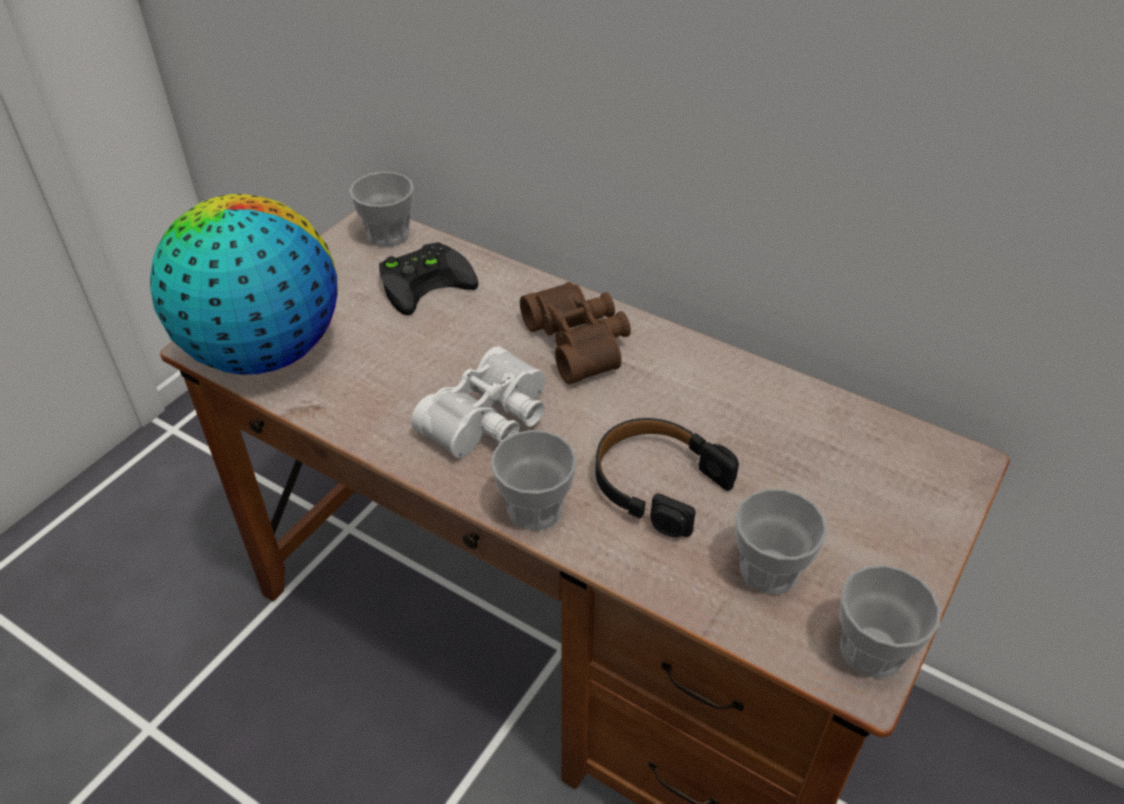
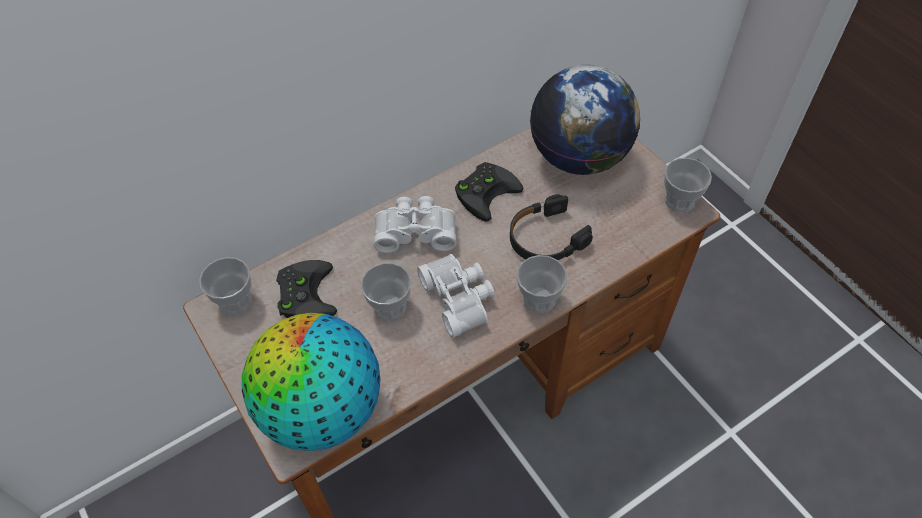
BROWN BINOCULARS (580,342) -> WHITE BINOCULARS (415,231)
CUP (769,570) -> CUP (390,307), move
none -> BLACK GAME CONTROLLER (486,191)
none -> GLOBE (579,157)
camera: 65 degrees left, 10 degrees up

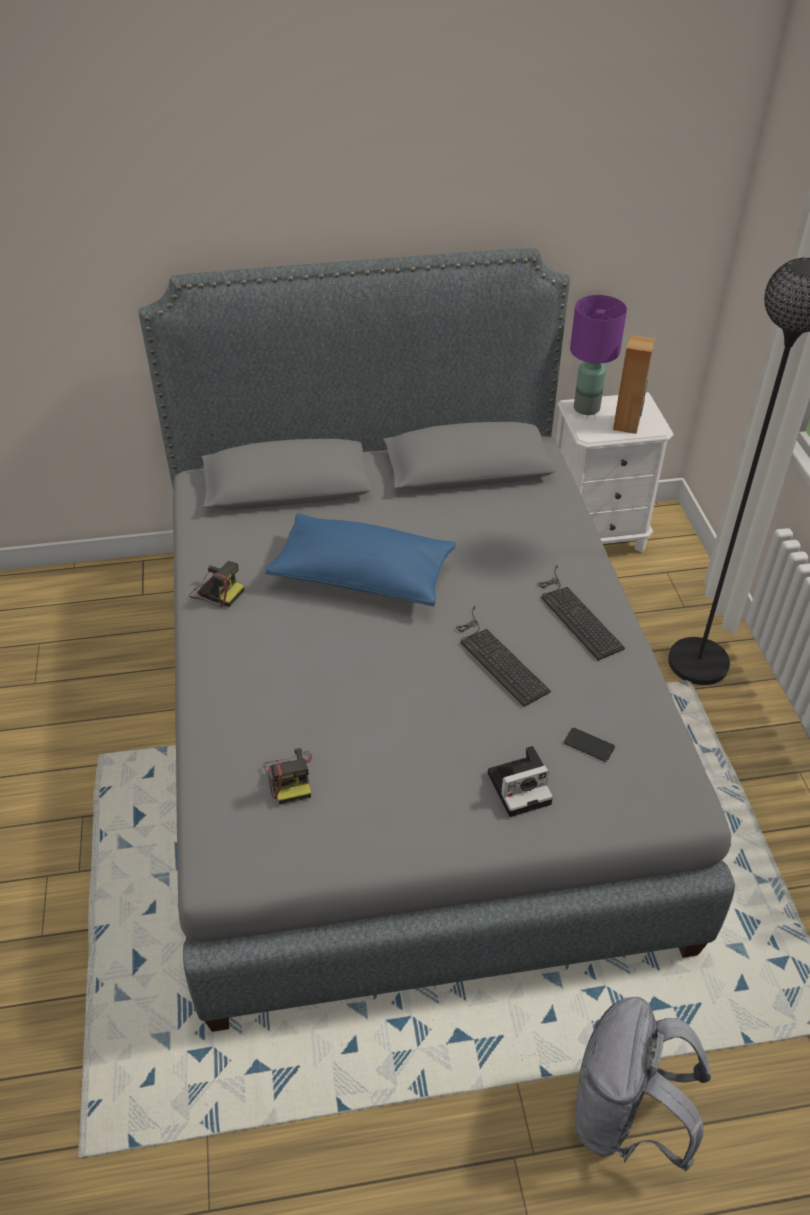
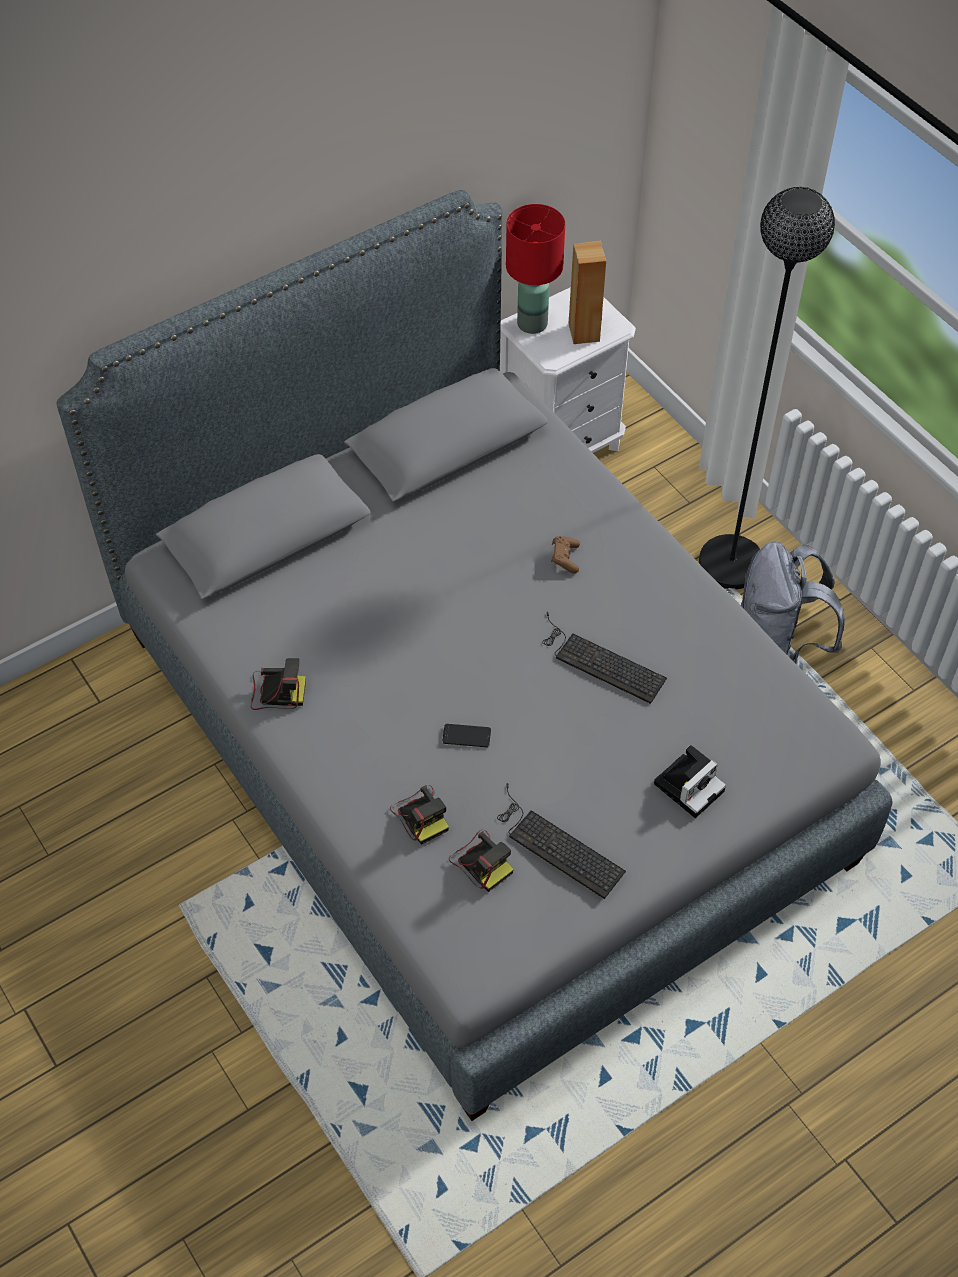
BLUE PILLOW (363,577) -> none
KEYBOARD (576,614) -> KEYBOARD (555,844), move
PHONE (589,745) -> PHONE (466,736), move
PURPLE TABLE LAMP (586,408) -> RED TABLE LAMP (532,323)
GREY BACKPACK (625,1117) -> GREY BACKPACK (777,646), move
none -> PHOTO CAMERA (421,815)
none -> BROWN GAME CONTROLLER (565,558)
camera: 25 degrees left, 10 degrees up

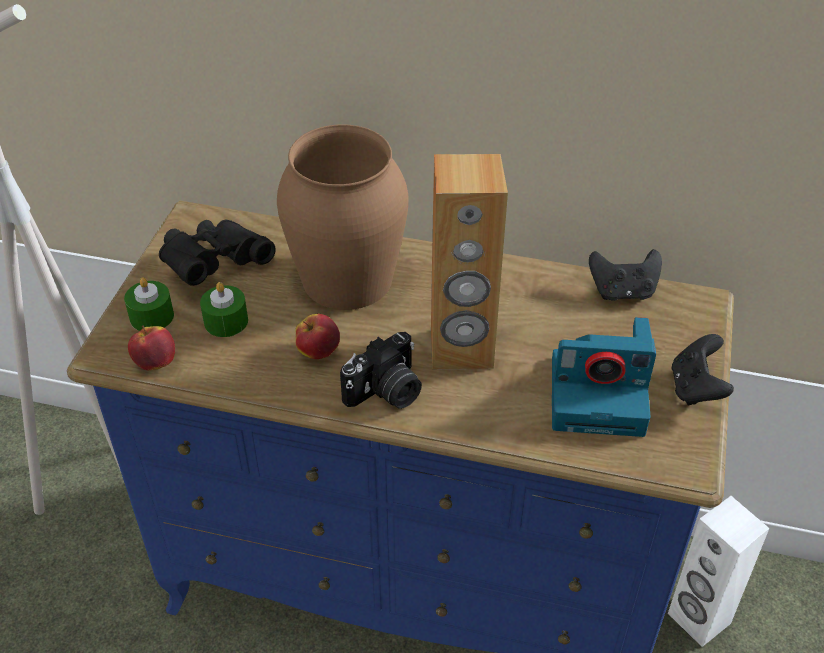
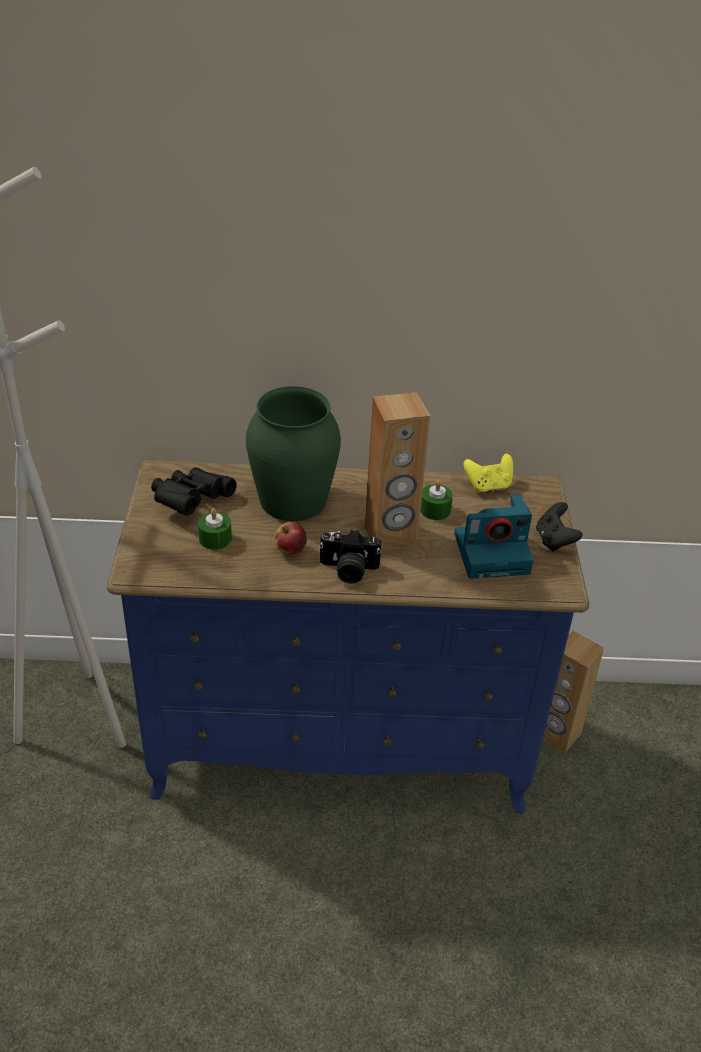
GREEN CANDLE (152,316) -> GREEN CANDLE (435,510), move
APPLE (155,363) -> none
BROWN VASE (347,277) -> GREEN VASE (292,499)
PHOTO CAMERA (386,392) -> PHOTO CAMERA (348,570), 60 degrees clockwise
BLACK GAME CONTROLLER (622,291) -> YELLOW GAME CONTROLLER (488,486)
WHITE SPEAKER (698,619) -> BROWN SPEAKER (557,735)
camera: 15 degrees left, 5 degrees down

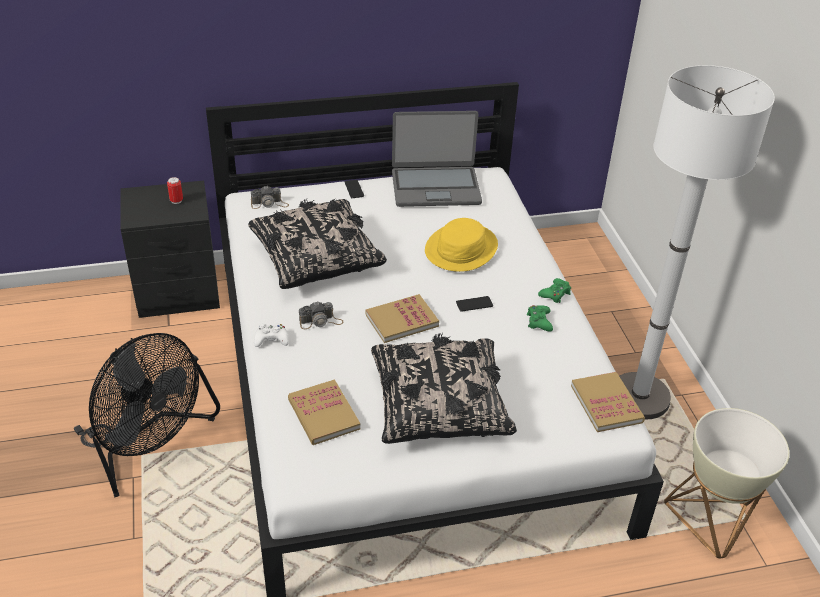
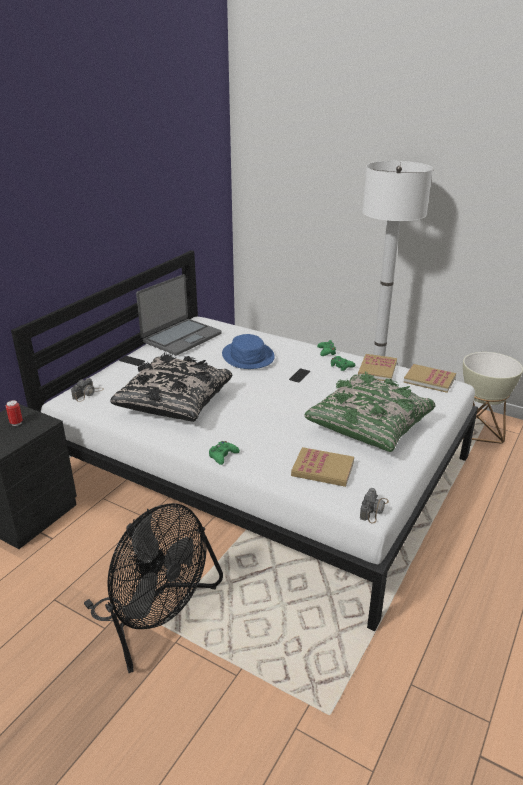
BLACK FAN (145,446) -> BLACK FAN (153,618), 45 degrees clockwise
WHITE GAME CONTROLLER (271,339) -> GREEN GAME CONTROLLER (223,456)
PHOTO CAMERA (321,321) -> PHOTO CAMERA (374,509), move
BOOK (402,320) -> BOOK (377,369), move
BLACK PILLOW (439,408) -> GREEN PILLOW (369,428)
YELLOW HAT (461,249) -> BLUE HAT (248,356)
camera: 45 degrees left, 10 degrees down

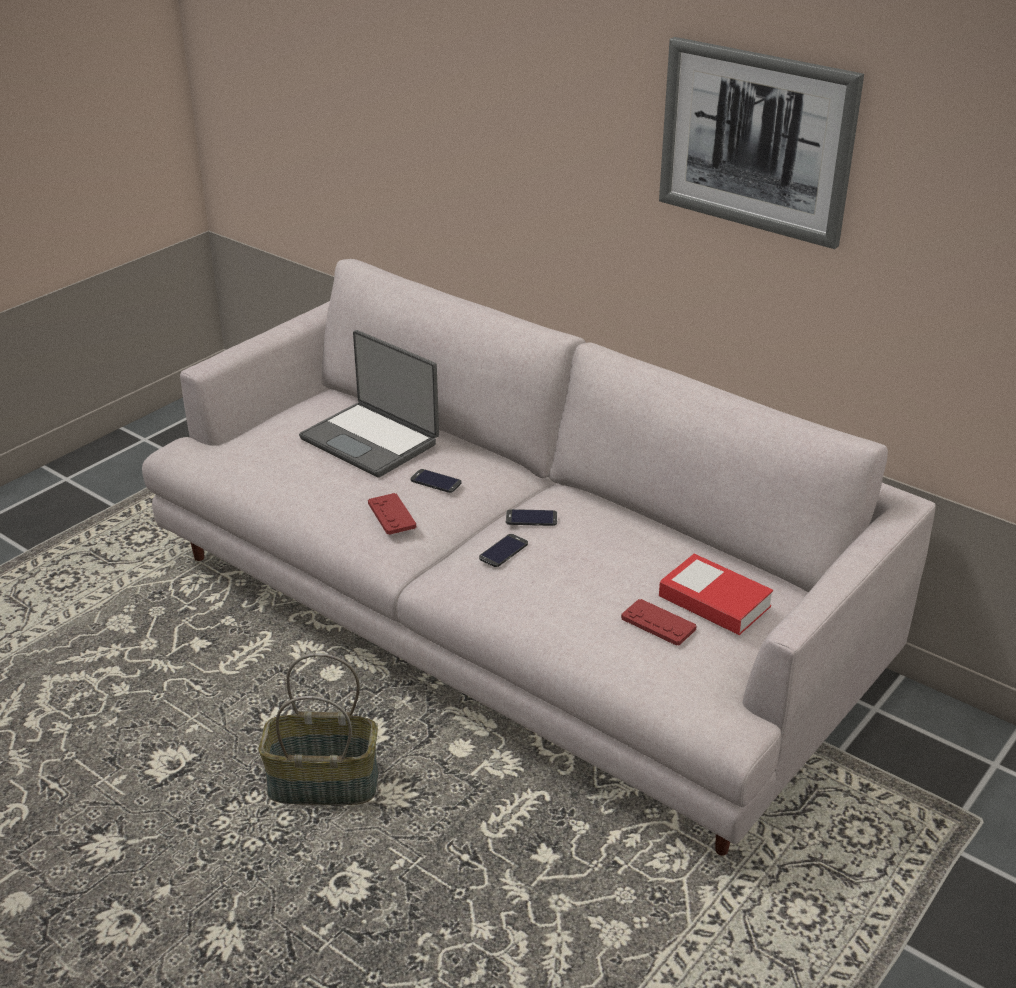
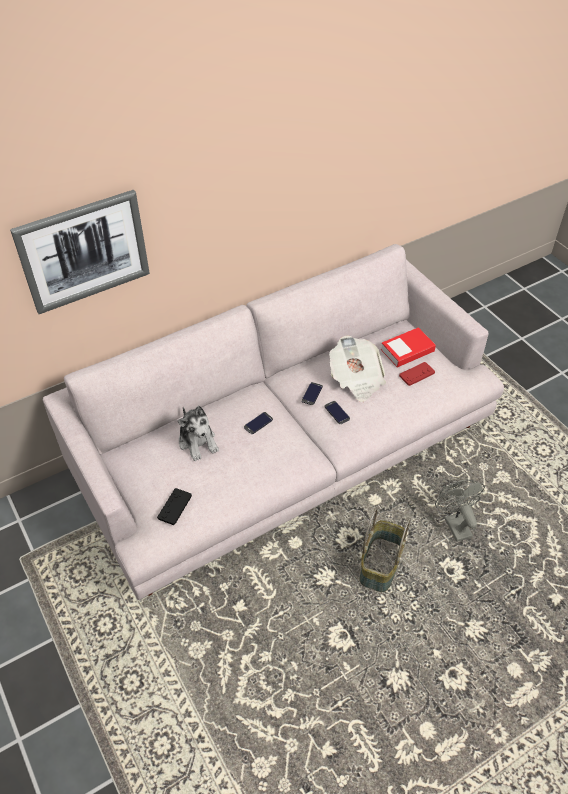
LAPTOP (371,440) -> PLUSH TOY (198,442)
RED GAME CONTROLLER (391,515) -> none
PICTURE (756,141) -> PICTURE (84,251), move
none -> BLACK GAME CONTROLLER (174,507)
none -> NEWSPAPER (356,379)
none -> GREY FAN (455,523)
camera: 70 degrees left, 15 degrees up

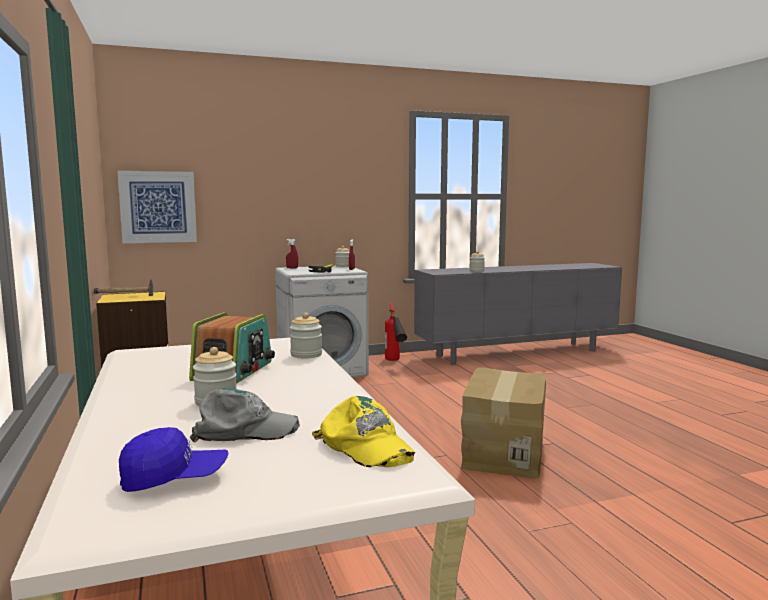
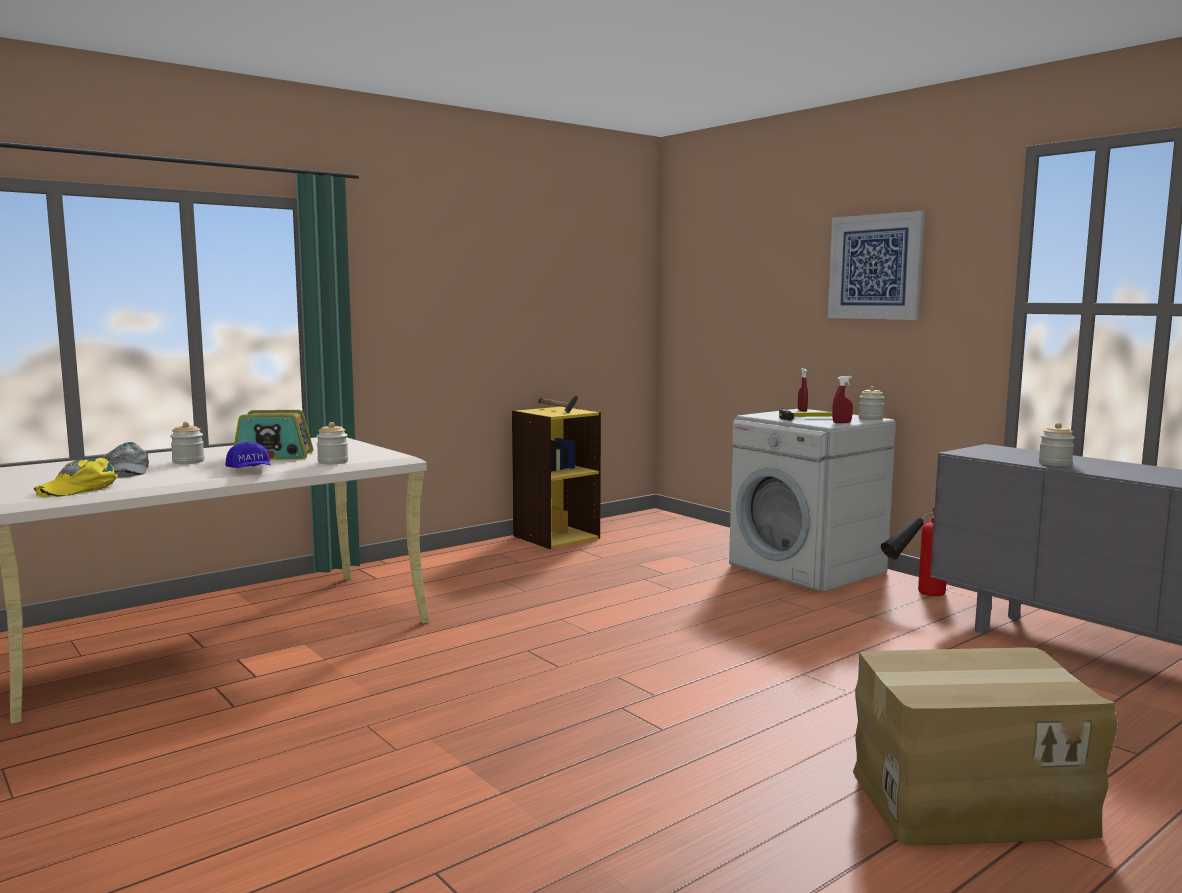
PICTURE (158,207) -> PICTURE (875,267), move
BLUE CAP (174,479) -> BLUE CAP (250,471), move
CARDBOARD BOX (502,451) -> CARDBOARD BOX (968,800), move
camera: 70 degrees right, 0 degrees up

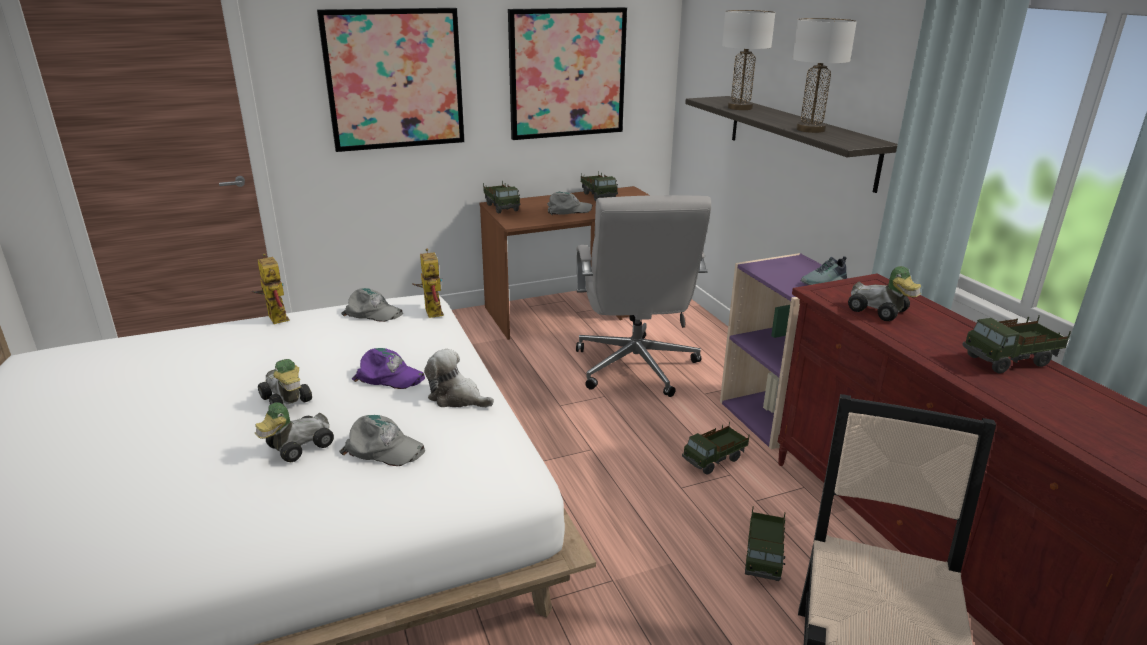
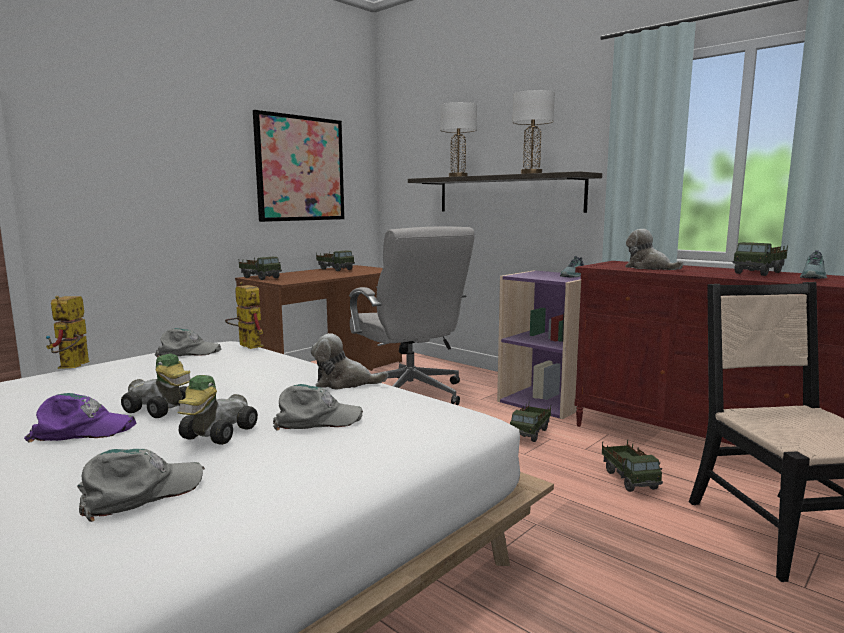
TOY ROBOT (274,316) -> TOY ROBOT (73,367), 120 degrees counterclockwise
PICTURE (394,79) -> none
PURPLE CAP (389,376) -> PURPLE CAP (83,429), move
GREY CAP (568,210) -> GREY CAP (140,491), move
TOY CAR (879,312) -> PLUSH TOY (649,268)
none -> SHOE (814,277)
camera: 25 degrees left, 15 degrees down

